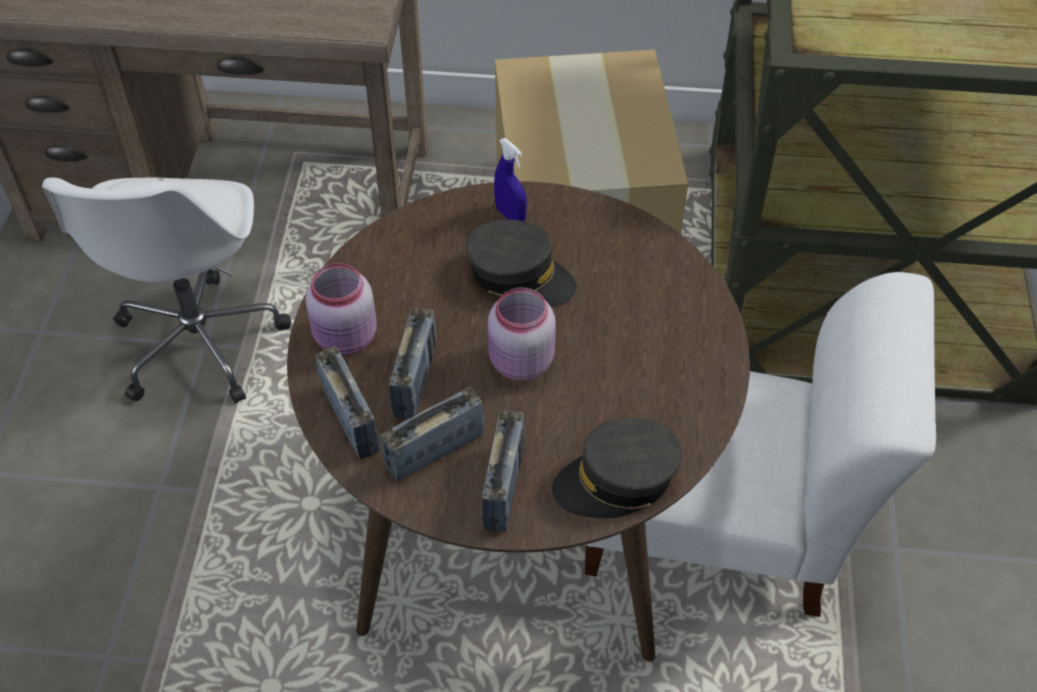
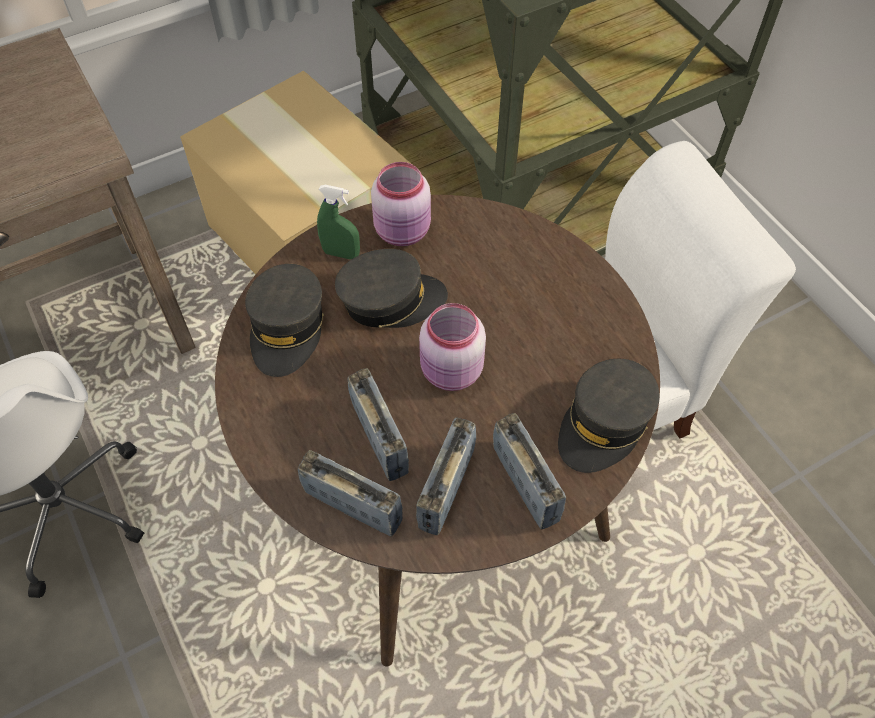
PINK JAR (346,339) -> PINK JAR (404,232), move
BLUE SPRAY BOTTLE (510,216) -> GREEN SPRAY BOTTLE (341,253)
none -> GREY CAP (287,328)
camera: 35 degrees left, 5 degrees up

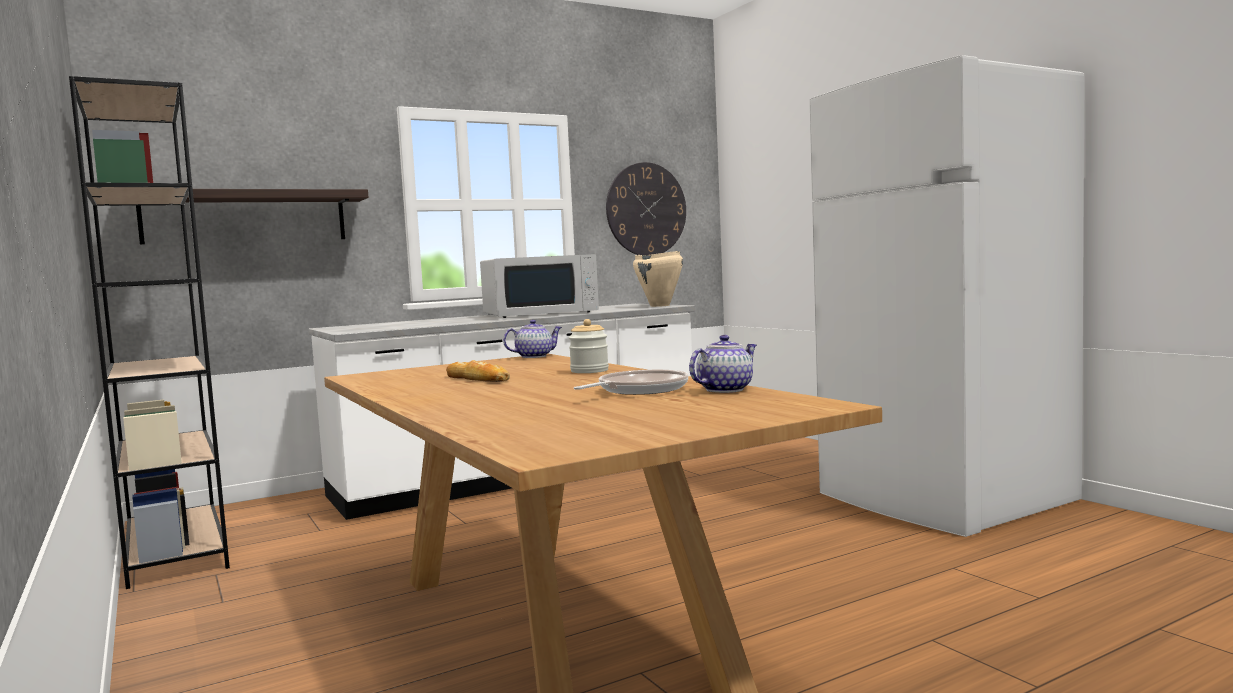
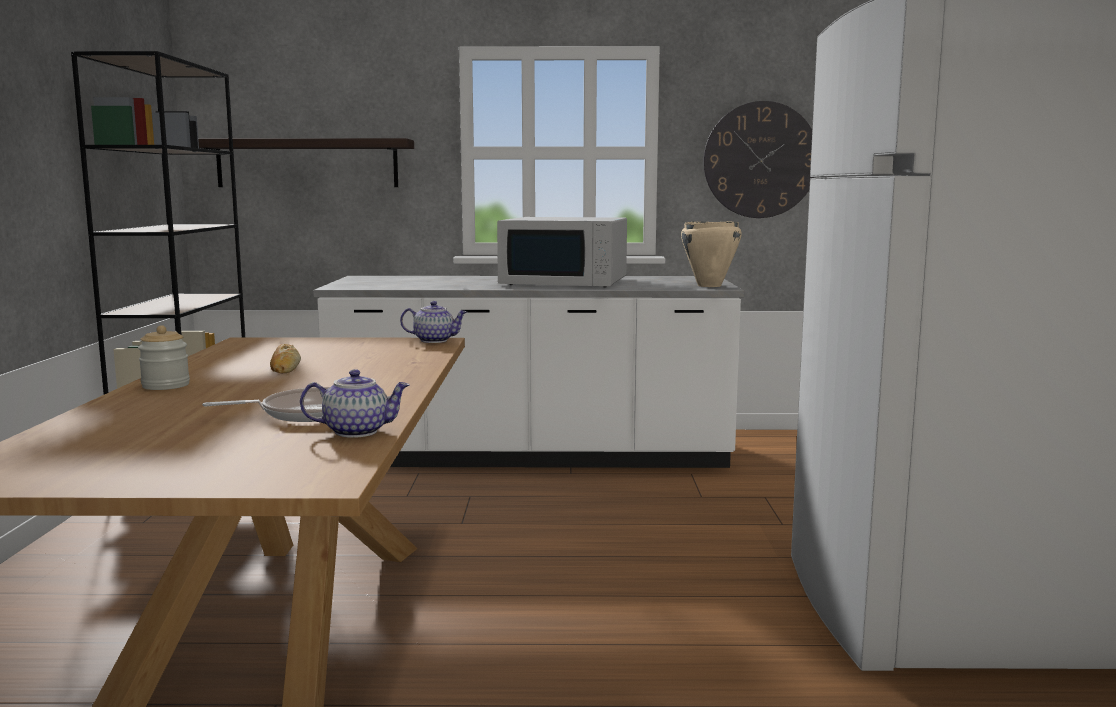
JAR (589,371) -> JAR (166,385), move
camera: 30 degrees right, 5 degrees up

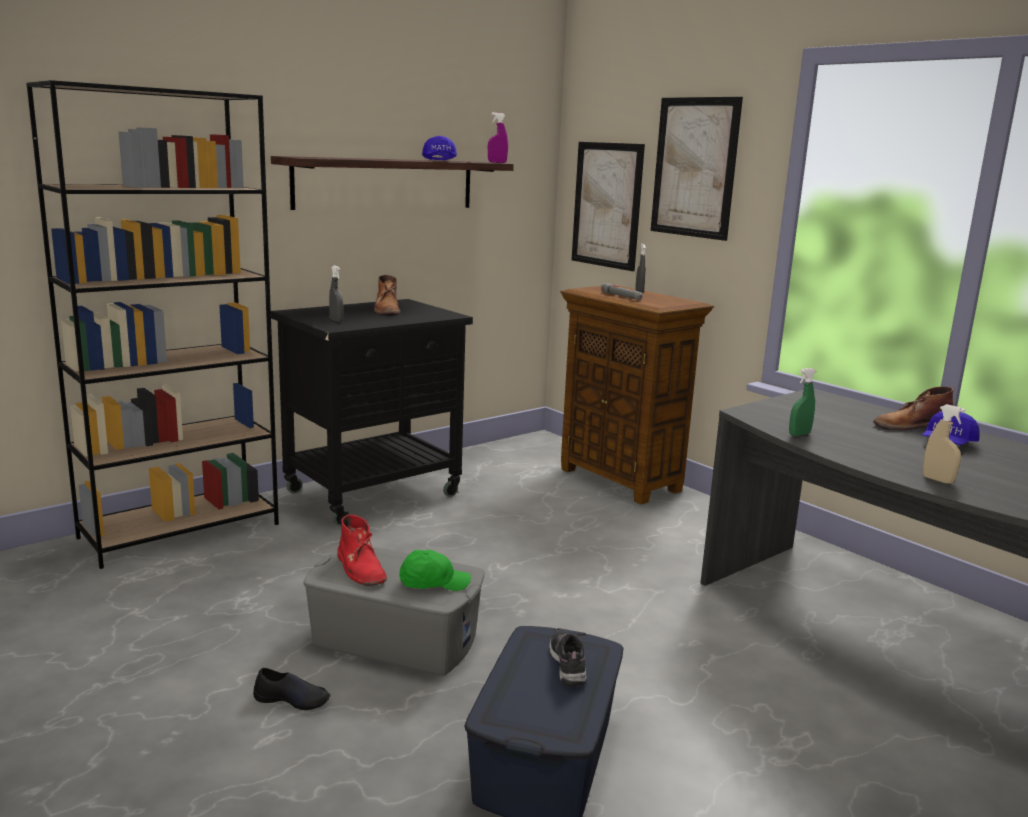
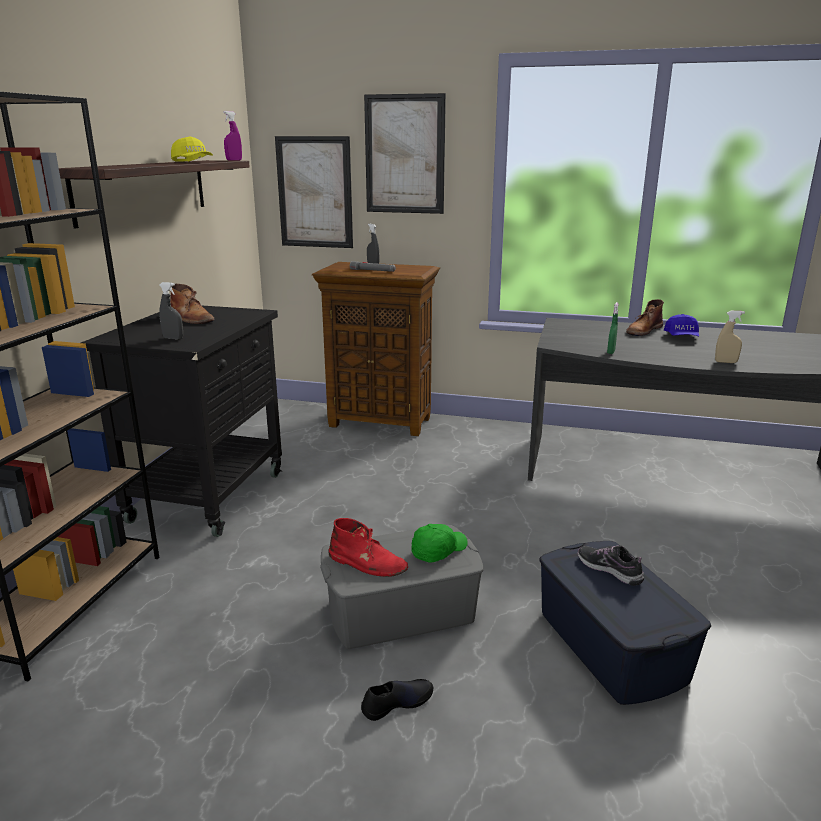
BLUE CAP (440,160) -> YELLOW CAP (193,162)
camera: 35 degrees left, 5 degrees up

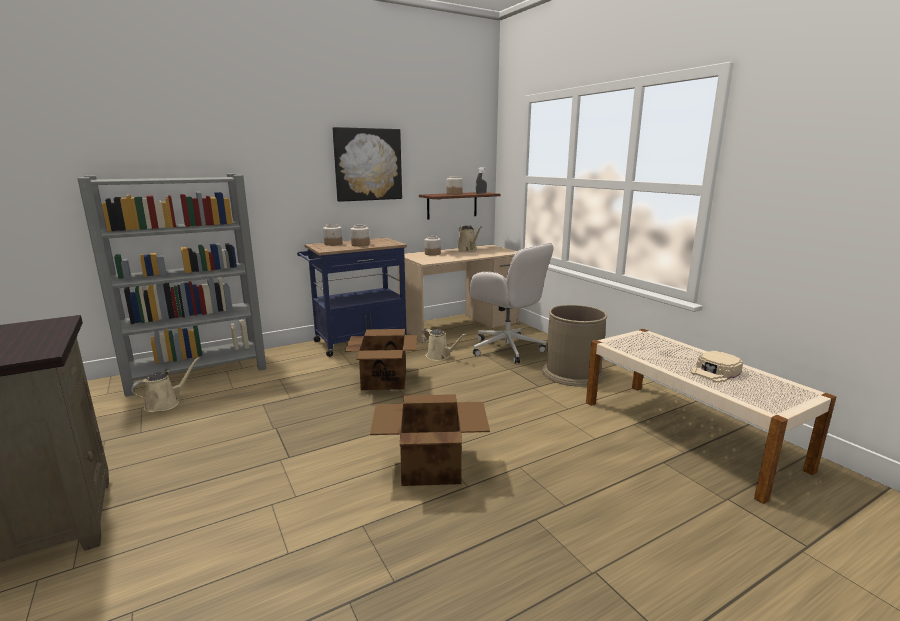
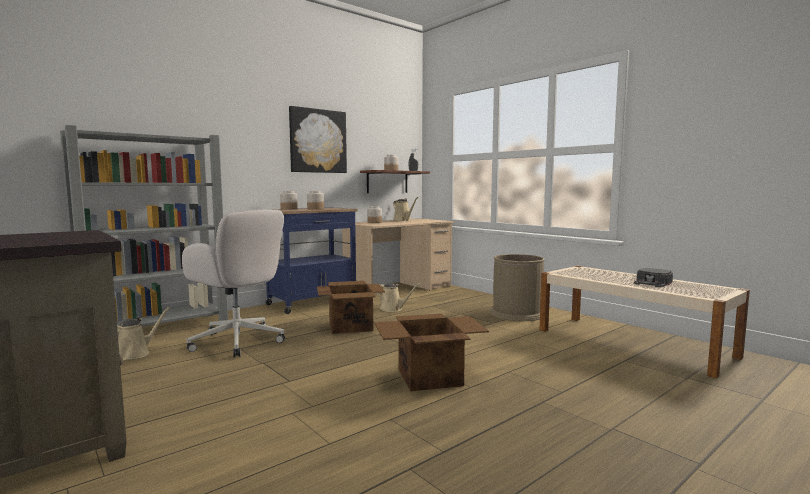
WHITE OFFICE CHAIR (506,349) -> WHITE OFFICE CHAIR (237,342), move
BEIGE CAP (715,372) -> BLACK CAP (652,282)
camera: 10 degrees left, 10 degrees down

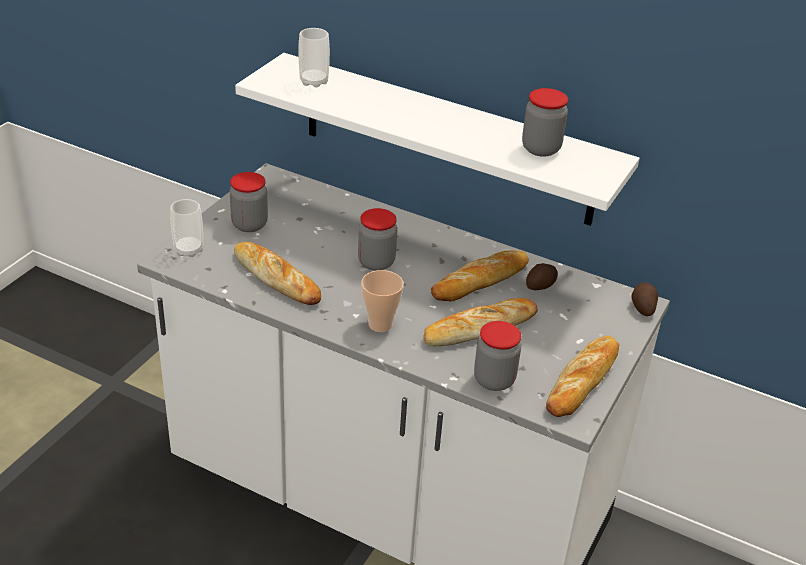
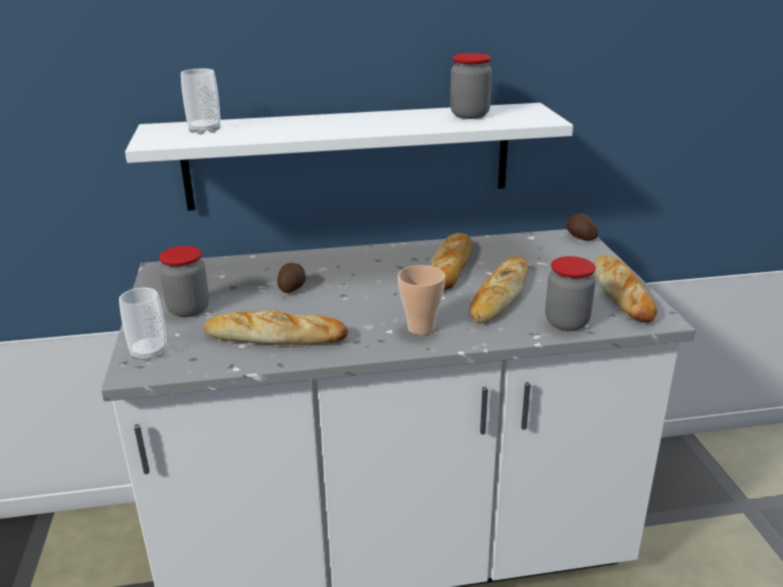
JAR (376,262) -> none
POTATO (541,286) -> POTATO (293,288), move
camera: 35 degrees left, 10 degrees down

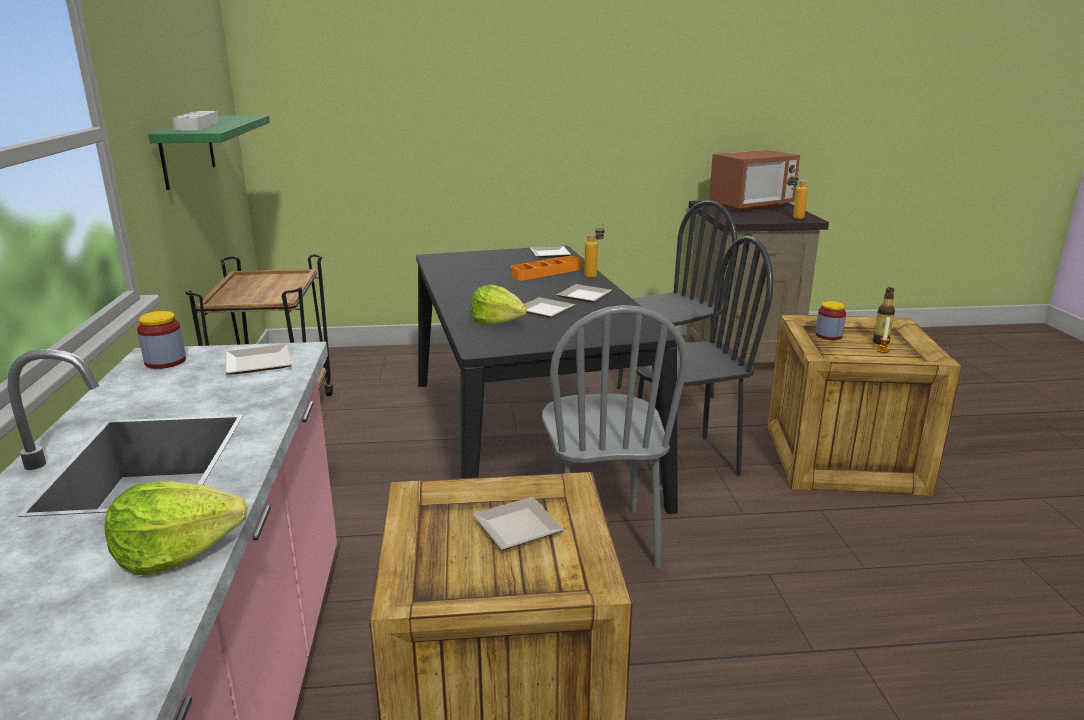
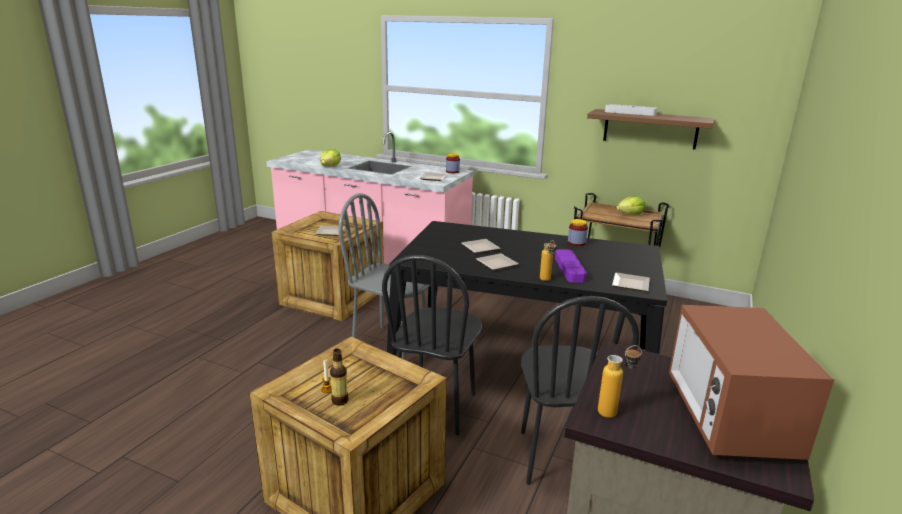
GREEN SHELF (187,150) -> BROWN SHELF (650,129)
LETTUCE (497,321) -> LETTUCE (630,214), move
ORANGE TRAY (546,272) -> PURPLE TRAY (569,269)
JAR (828,335) -> JAR (576,243), move
camera: 120 degrees right, 0 degrees up

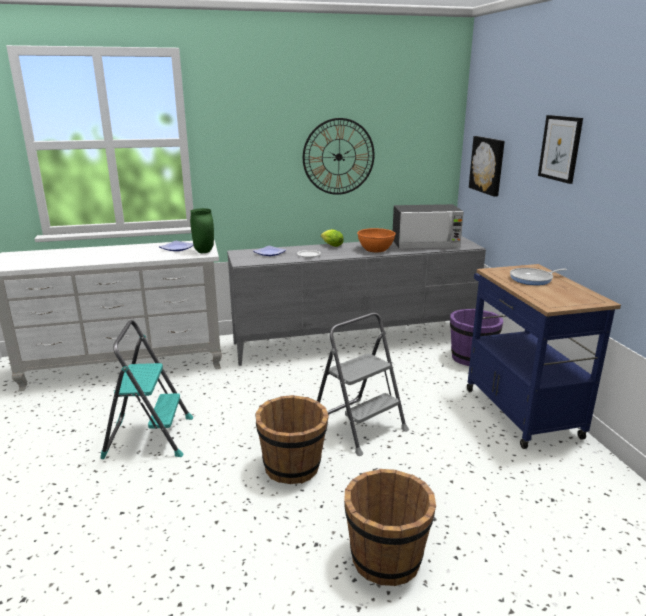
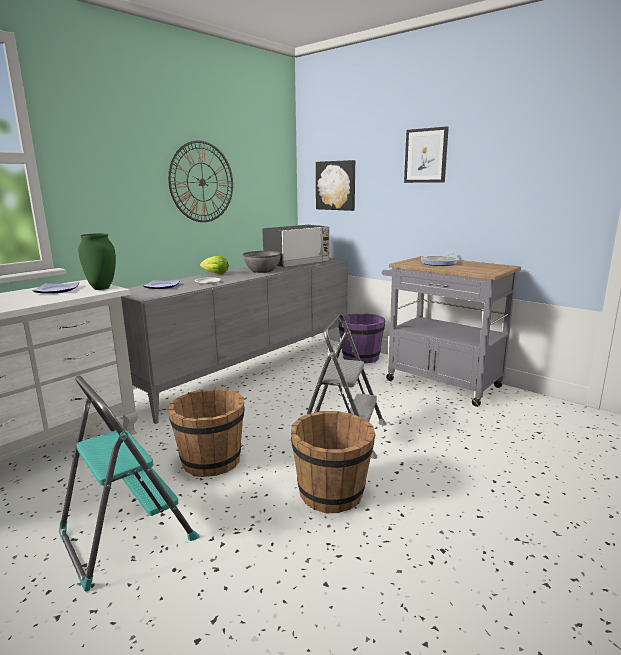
BROWN BUCKET (386,558) -> BROWN BUCKET (211,461), move
ORANGE BOWL (375,249) -> GREY BOWL (262,271)
BLUE CART (519,411) -> GREY CART (439,383)
camera: 35 degrees left, 5 degrees down

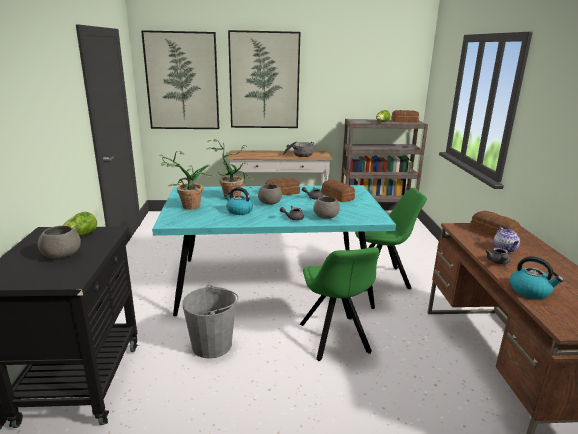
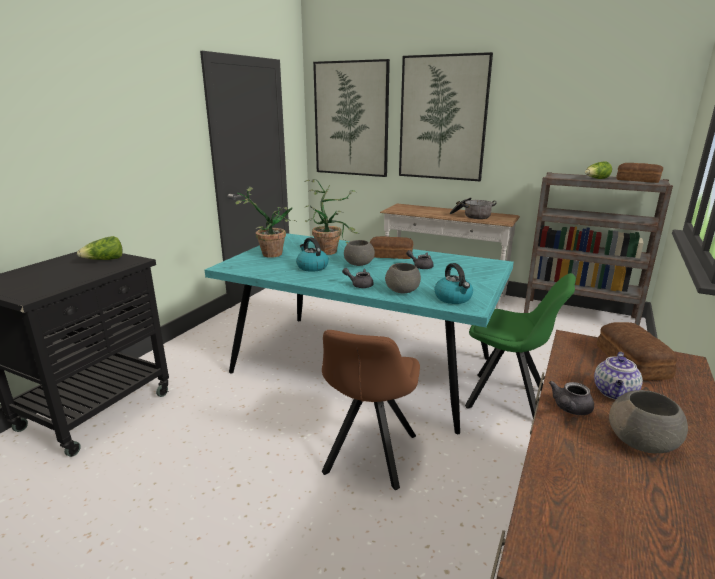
GREY BOWL (62,255) -> GREY BOWL (643,443), move
GREY BUCKET (212,345) -> none
GREEN CHAIR (335,338) -> BROWN CHAIR (369,454)
BREAD (337,196) -> none
KETTLE (530,291) -> KETTLE (453,298), move
camera: 30 degrees right, 0 degrees up

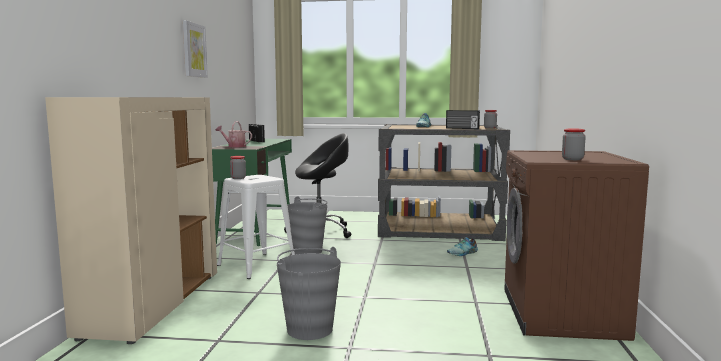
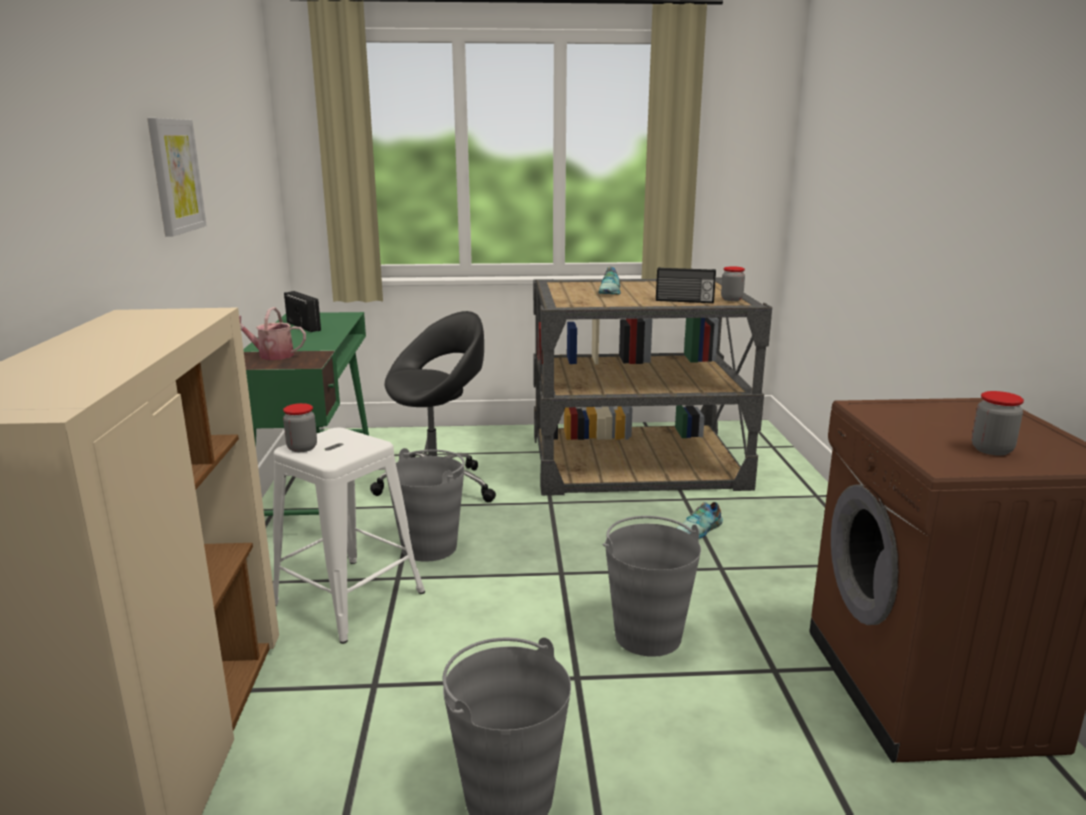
none -> GREY BUCKET (648,635)
camera: 10 degrees left, 10 degrees up

